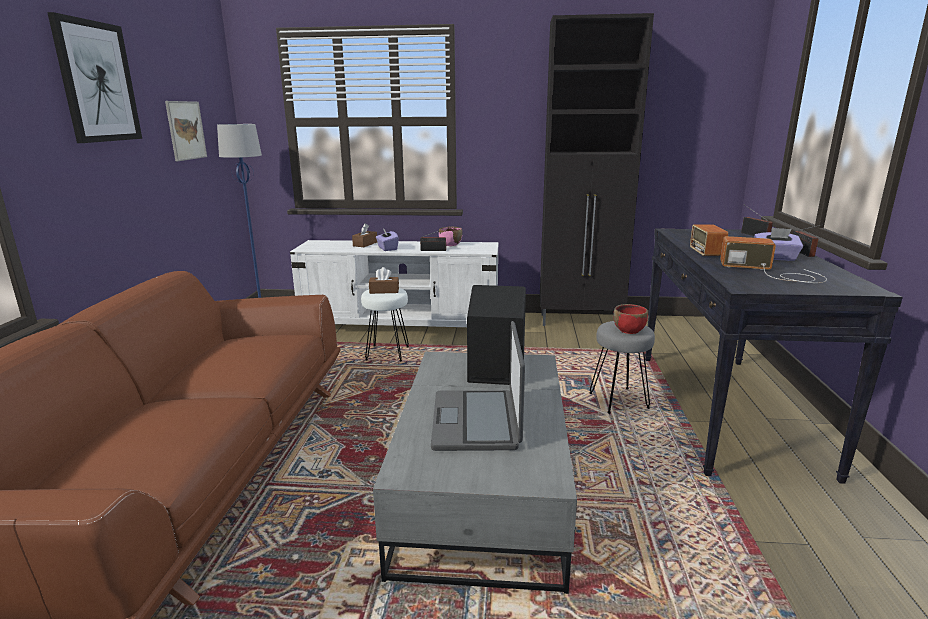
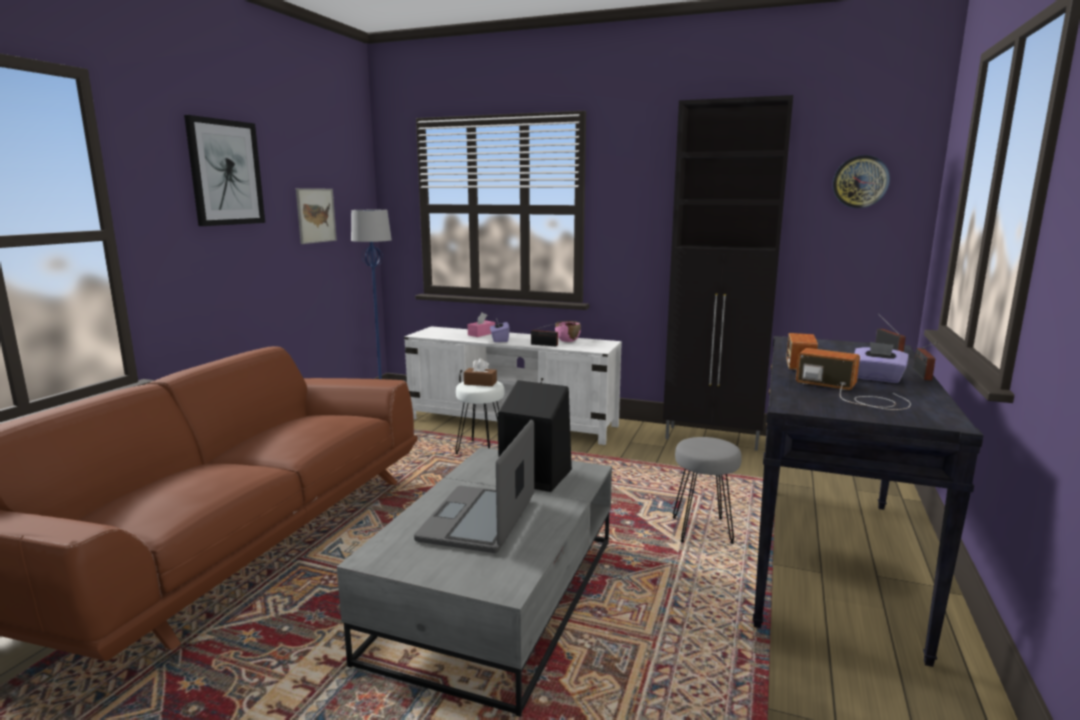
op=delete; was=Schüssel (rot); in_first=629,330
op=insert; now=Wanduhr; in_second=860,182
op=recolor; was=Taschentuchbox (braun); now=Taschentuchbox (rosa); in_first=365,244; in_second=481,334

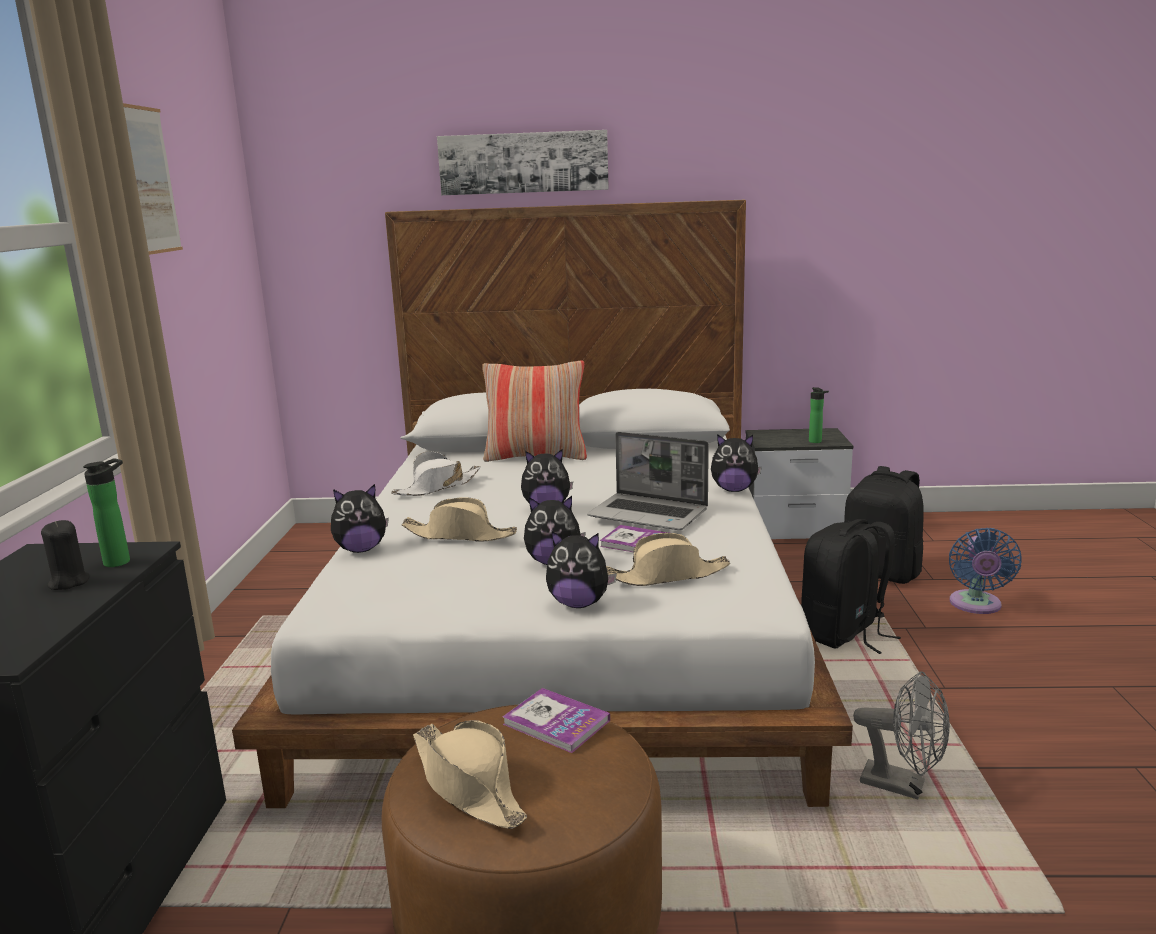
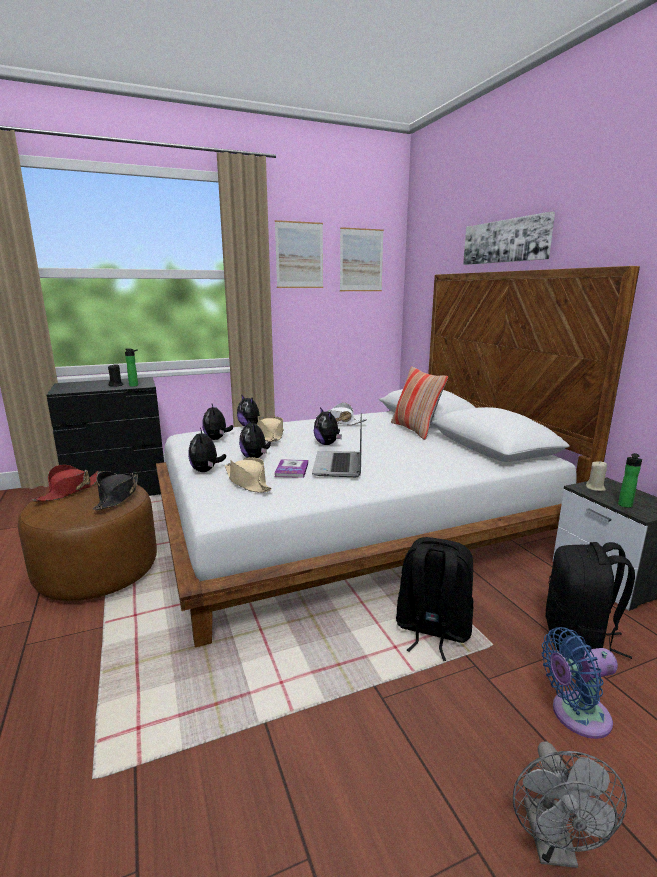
op=insert; now=Bild; in_second=361,260
op=insert; now=Kerze (beige); in_second=595,488
op=move; was=Plüschtier; in_first=734,490; in_second=217,439
op=move; was=Ventilator (grau); in_first=903,786; in_second=553,846
op=replace; was=Buch; now=Hut (schwarz); in_first=556,722; in_second=117,496
op=recolor; was=Hut (beige); now=Hut (rot); in_first=468,785; in_second=70,491

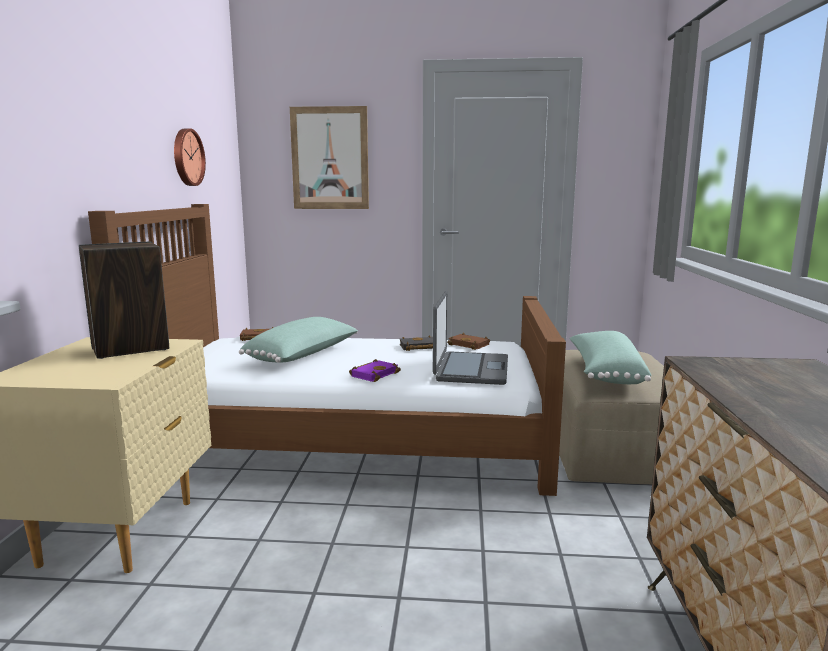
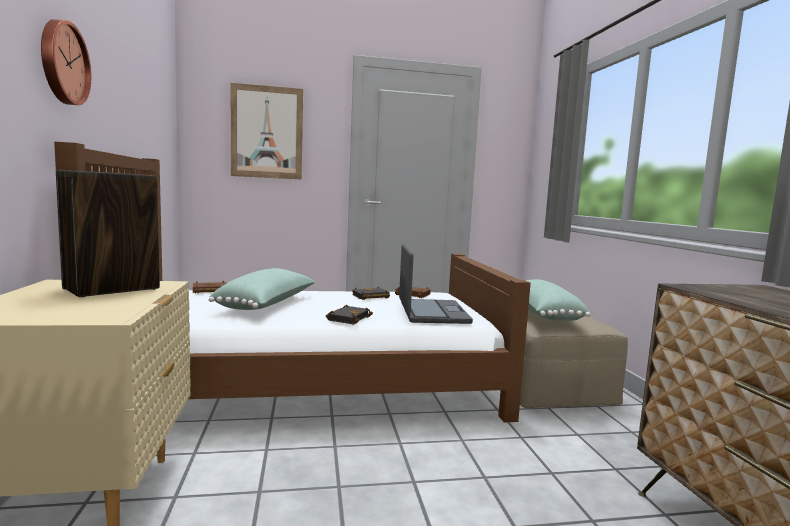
op=move; was=Wanduhr; in_first=187,157; in_second=62,63
op=recolor; was=Buch (lila); now=Buch (schwarz); in_first=374,374; in_second=348,318

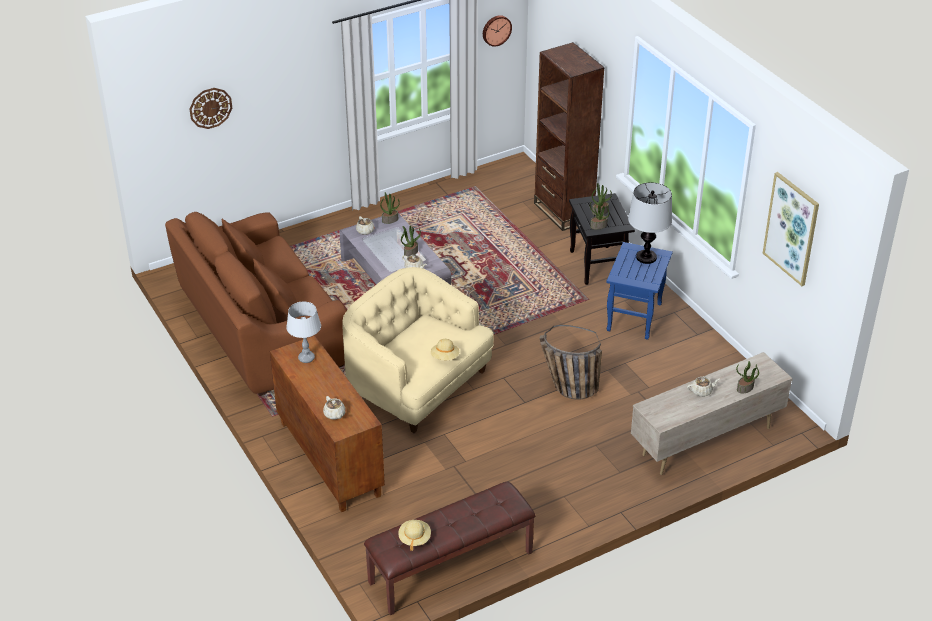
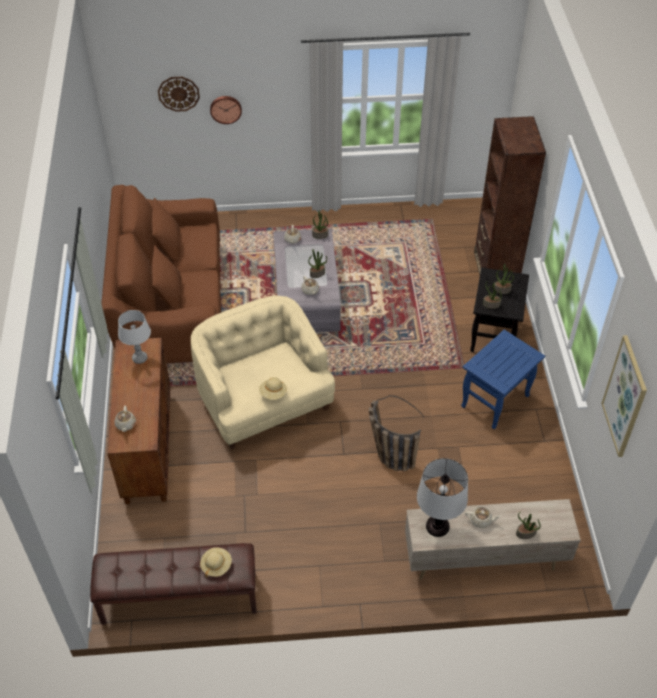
op=move; was=Hut (beige); in_first=414,538; in_second=216,565
op=move; was=Wanduhr; in_first=496,30; in_second=225,109
op=move; was=Tischlampe; in_first=646,257; in_second=437,526

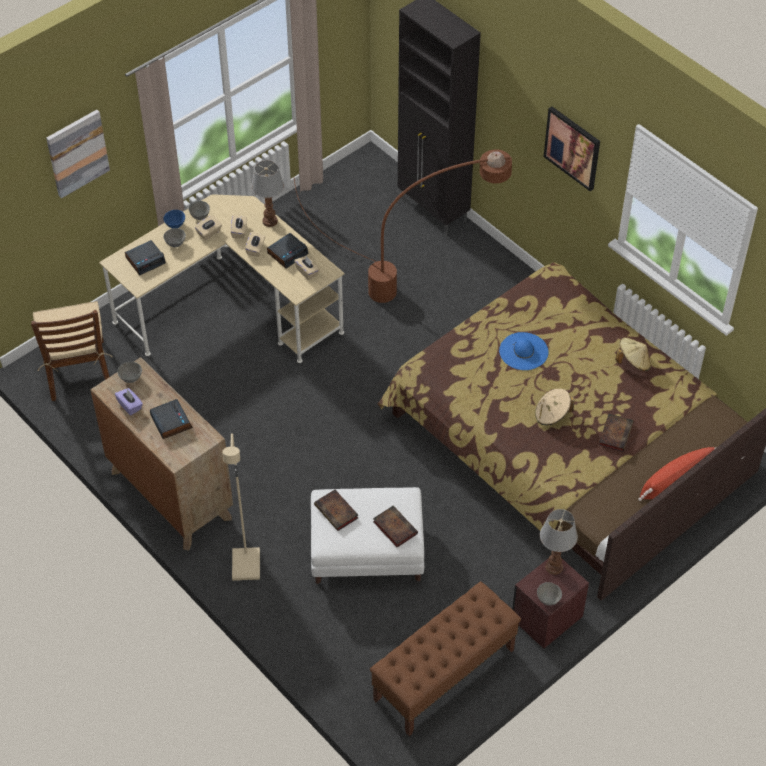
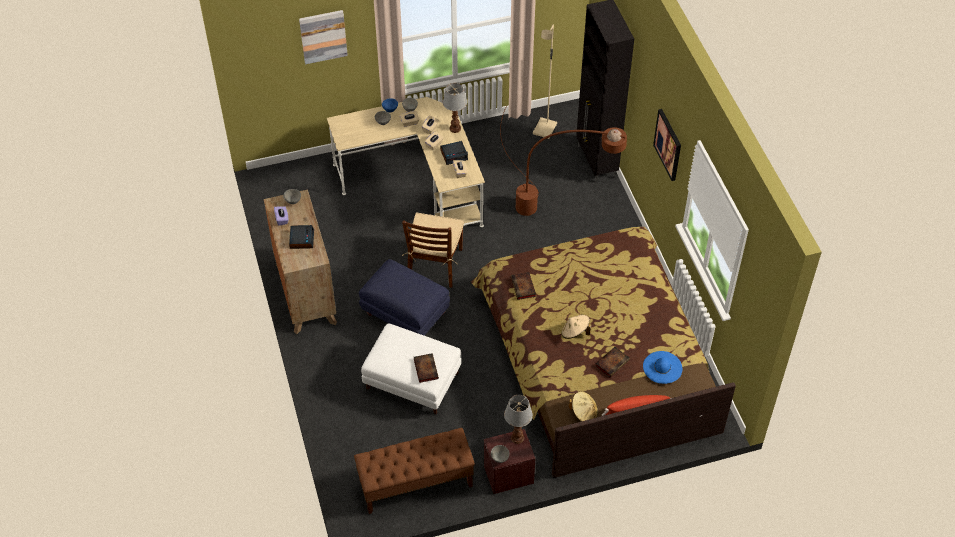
op=delete; was=Wecker; in_first=146,260
op=insert; now=Polsterhocker (blau); in_second=404,314
op=move; was=Stuhl (braun); in_first=78,371; in_second=435,265
op=move; was=Stehlampe (beige); in_first=247,566; in_second=545,129
op=move; was=Buch; in_first=337,512; in_second=523,287
op=move; was=Hut (blau); in_first=523,351; in_second=662,367
op=move; was=Hut (beige); in_first=633,362; in_second=583,413

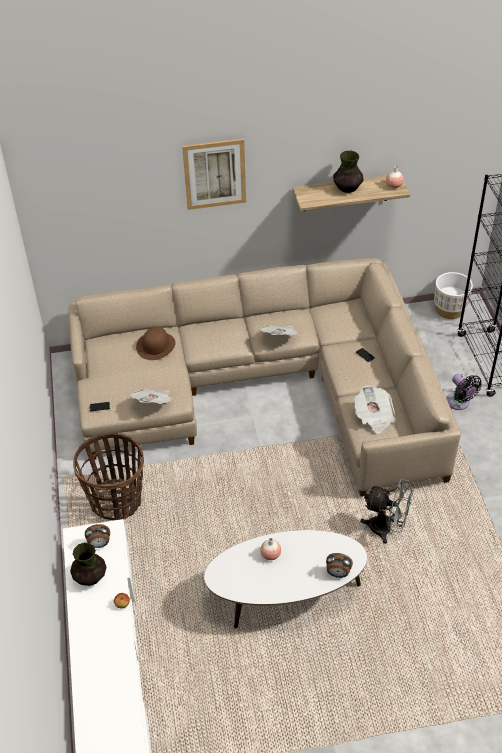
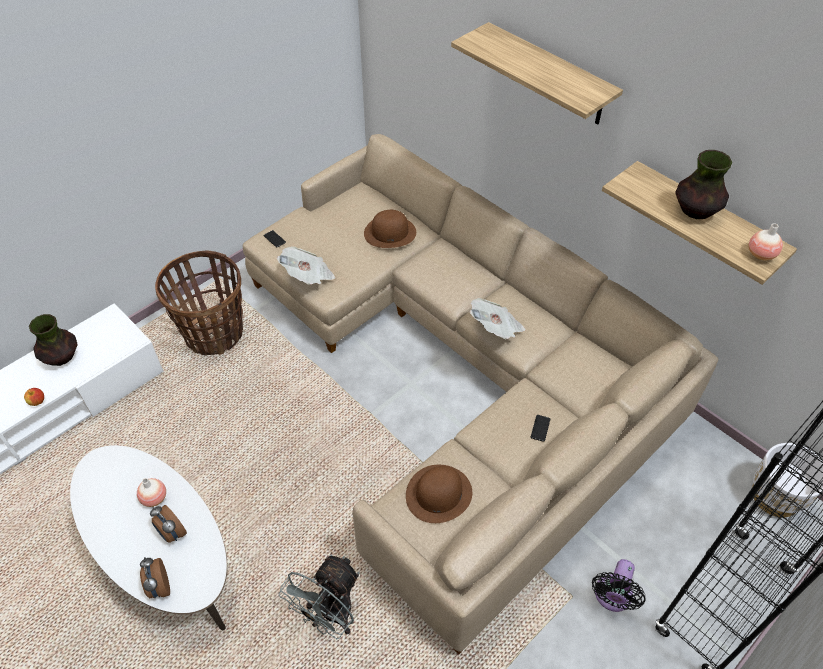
op=move; was=Wecker; in_first=99,544; in_second=172,533
op=replace; was=Bild; now=Wandregal; in_first=214,174; in_second=549,75
op=replace; was=Zeitung; now=Hut (braun); in_first=374,417; in_second=438,494
op=rotate; was=Ventilator (grau); in_first=386,529; in_second=330,616; clockwise=45

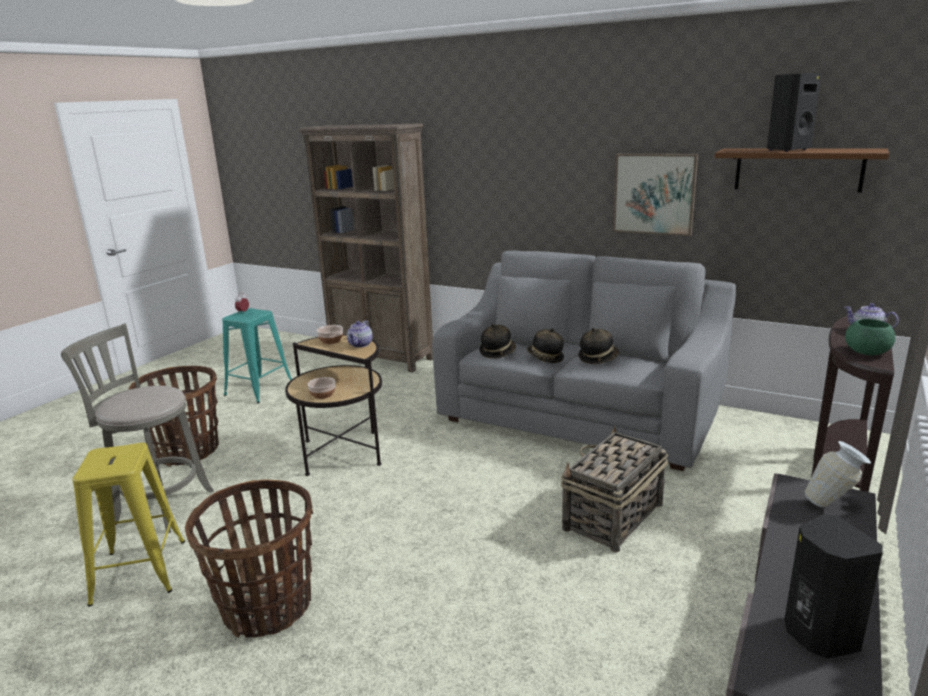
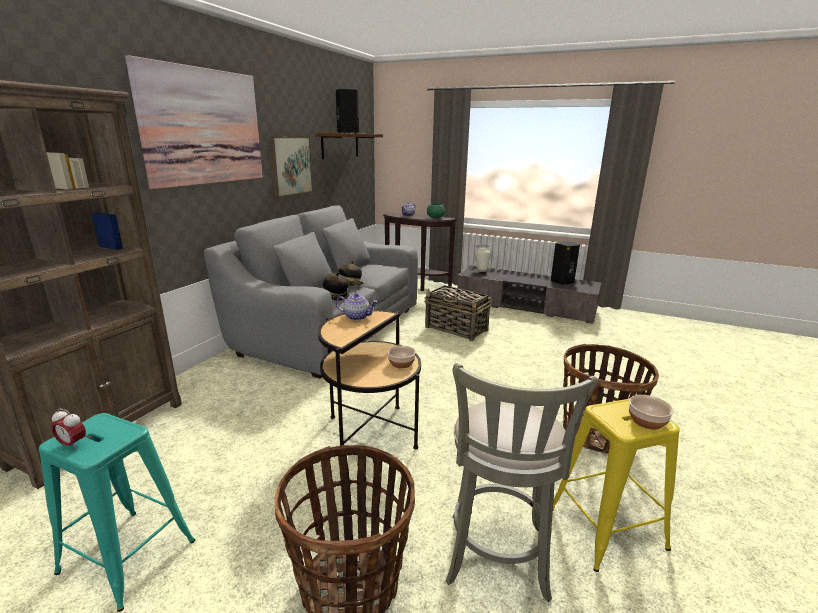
op=delete; was=Hut; in_first=598,358
op=insert; now=Bild; in_second=203,127
op=move; was=Schüssel; in_first=331,341; in_second=646,421

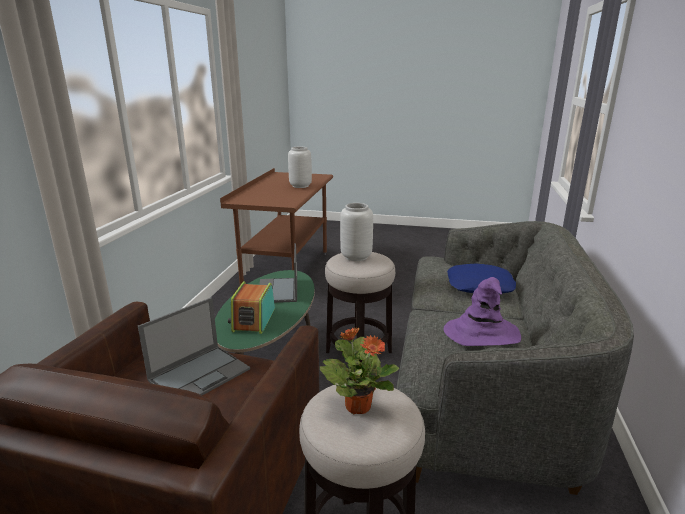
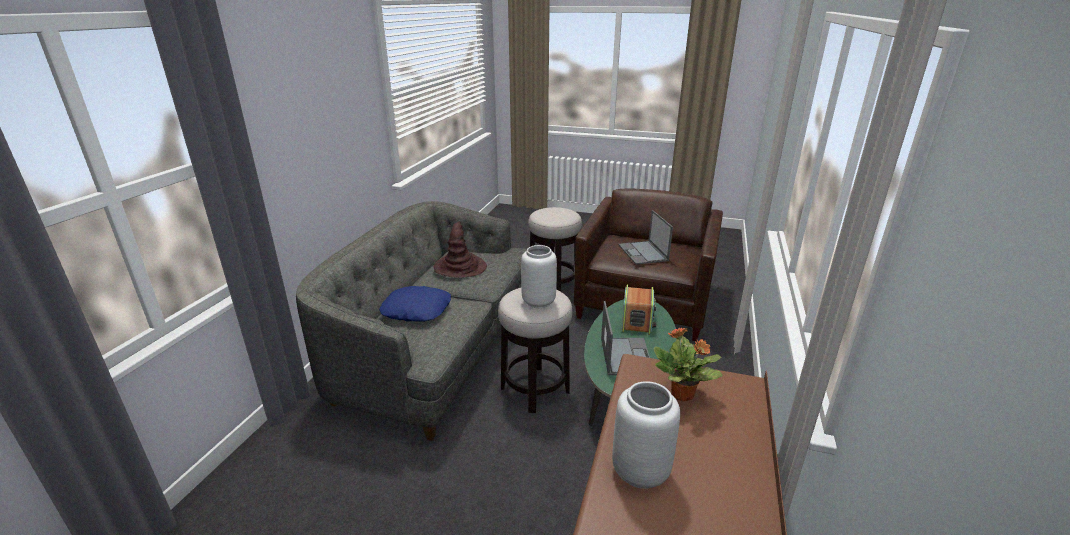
op=move; was=Topfpflanze; in_first=357,406; in_second=683,395
op=recolor; was=Hut (lila); now=Hut (braun); in_first=481,333; in_second=460,267
op=rotate; was=Laptop; in_first=200,374; in_second=643,253; clockwise=-60

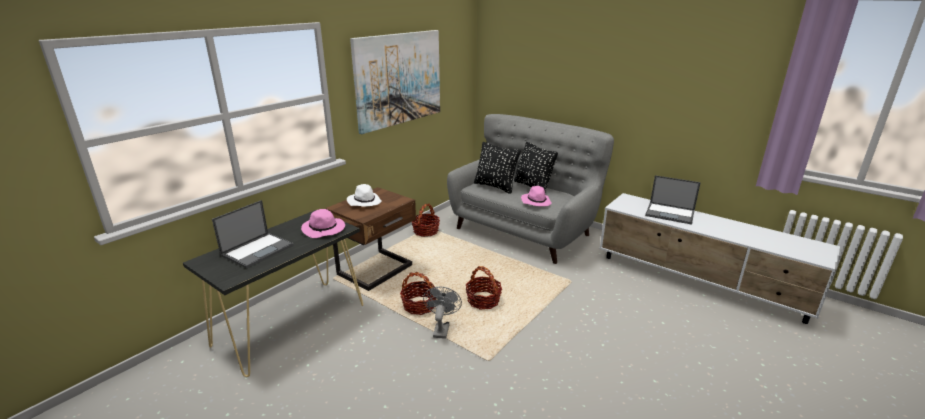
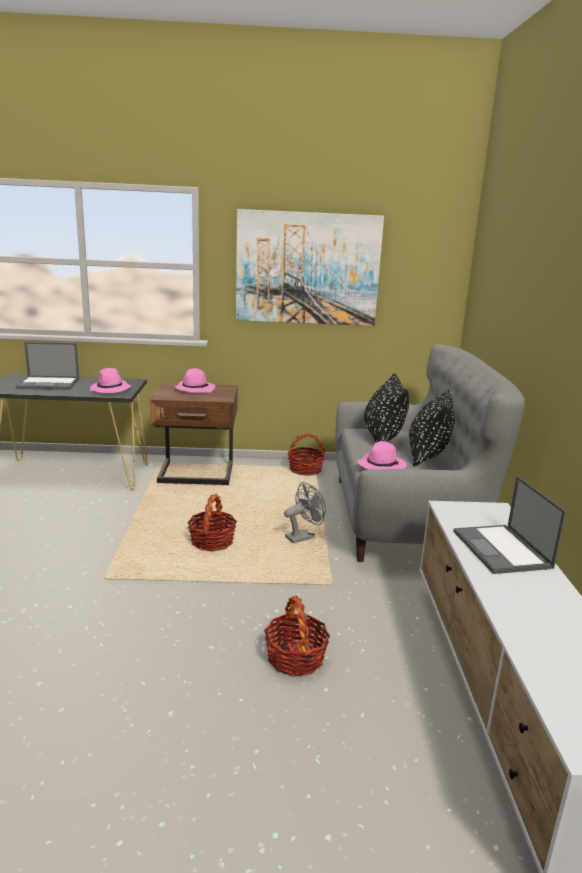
op=move; was=Korb; in_first=419,306; in_second=295,658
op=move; was=Ventilator (grau); in_first=441,328; in_second=303,536
op=recolor; was=Hut (weiß); now=Hut (rosa); in_first=364,202; in_second=194,389

